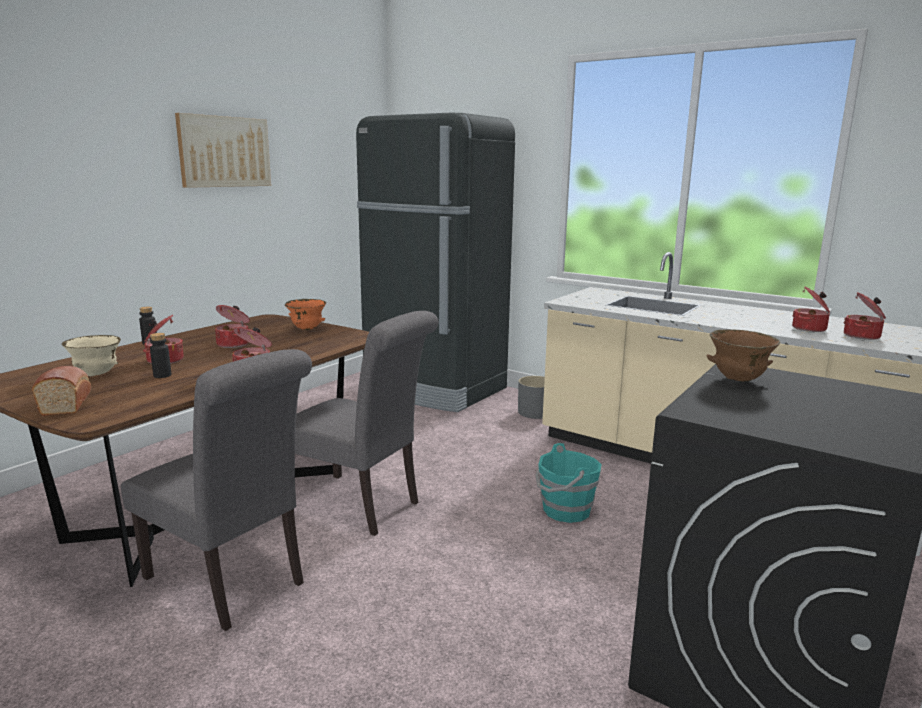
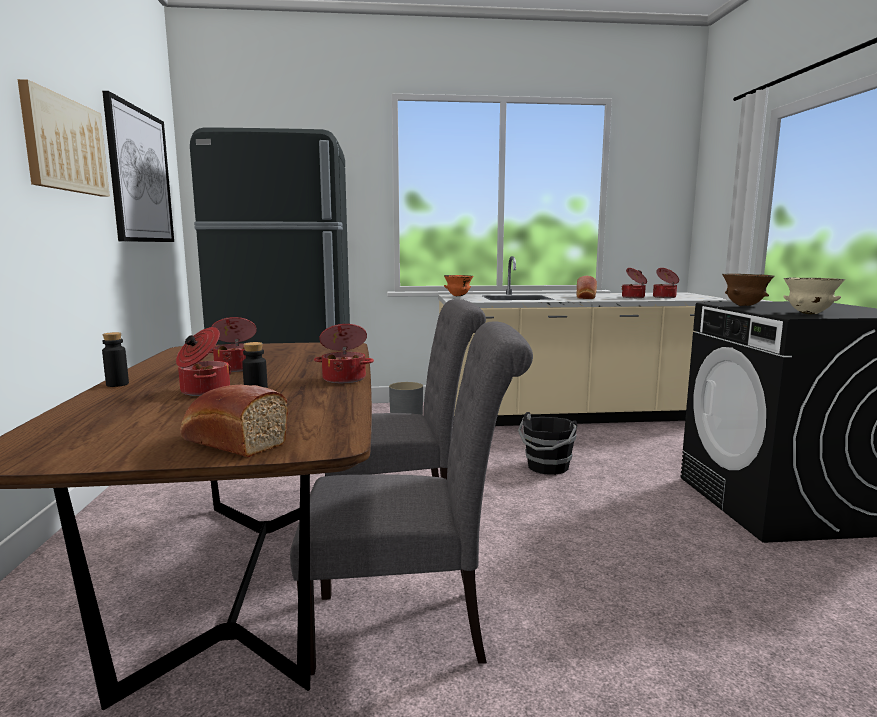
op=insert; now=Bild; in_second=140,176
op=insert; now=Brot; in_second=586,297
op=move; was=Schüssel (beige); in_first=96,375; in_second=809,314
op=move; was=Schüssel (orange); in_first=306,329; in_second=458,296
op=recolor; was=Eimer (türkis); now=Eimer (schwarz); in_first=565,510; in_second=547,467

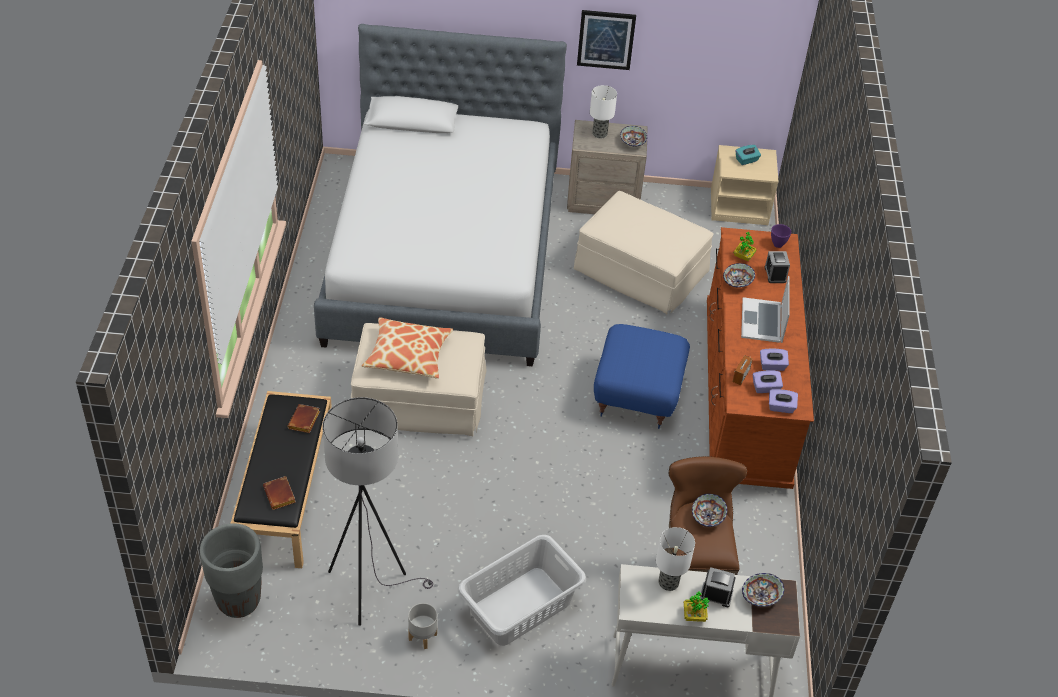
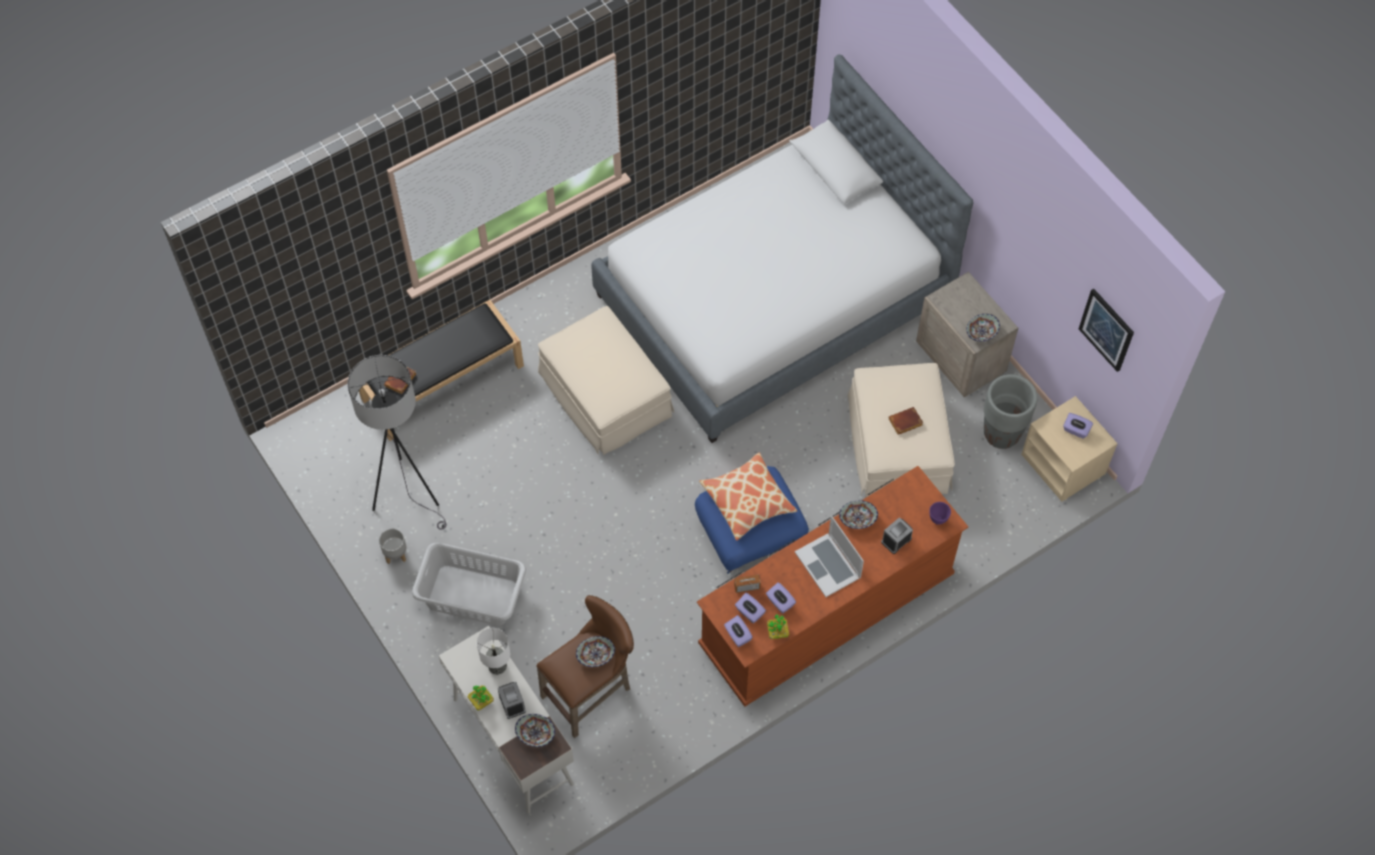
op=delete; was=Tischlampe; in_first=600,134
op=move; was=Pflanzkübel (grau); in_first=239,601; in_second=1001,434
op=move; was=Buch (braun); in_first=304,421; in_second=905,423
op=move; was=Kissen; in_first=408,355; in_second=747,501
op=move; was=Bild; in_first=606,39; in_second=1106,329
op=move; was=Topfpflanze; in_first=743,256; in_second=777,632
op=recolor; was=Taschentuchbox (türkis); now=Taschentuchbox (lila); in_first=746,160; in_second=1076,430
op=rotate; was=Laptop; in_first=762,320; in_second=828,564; clockwise=-90

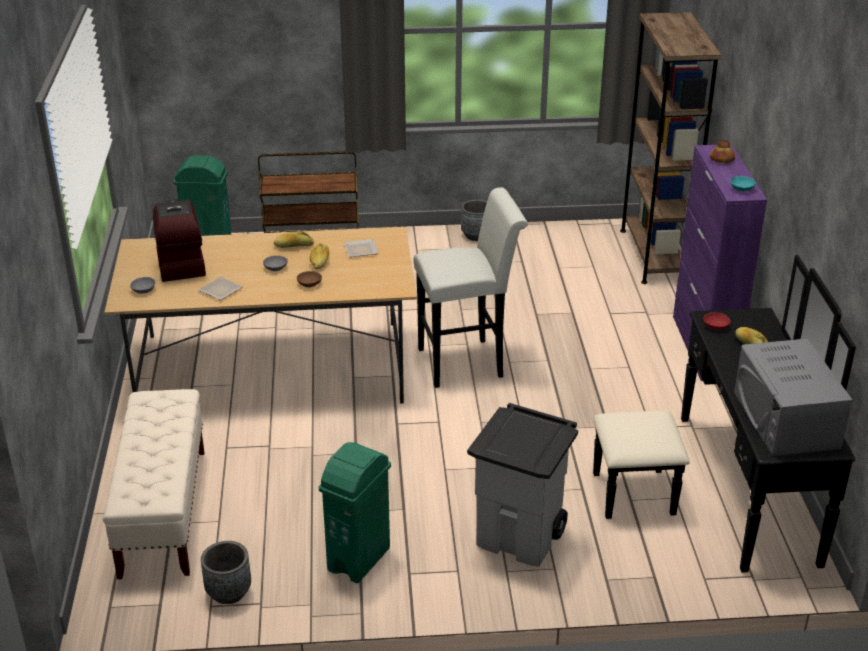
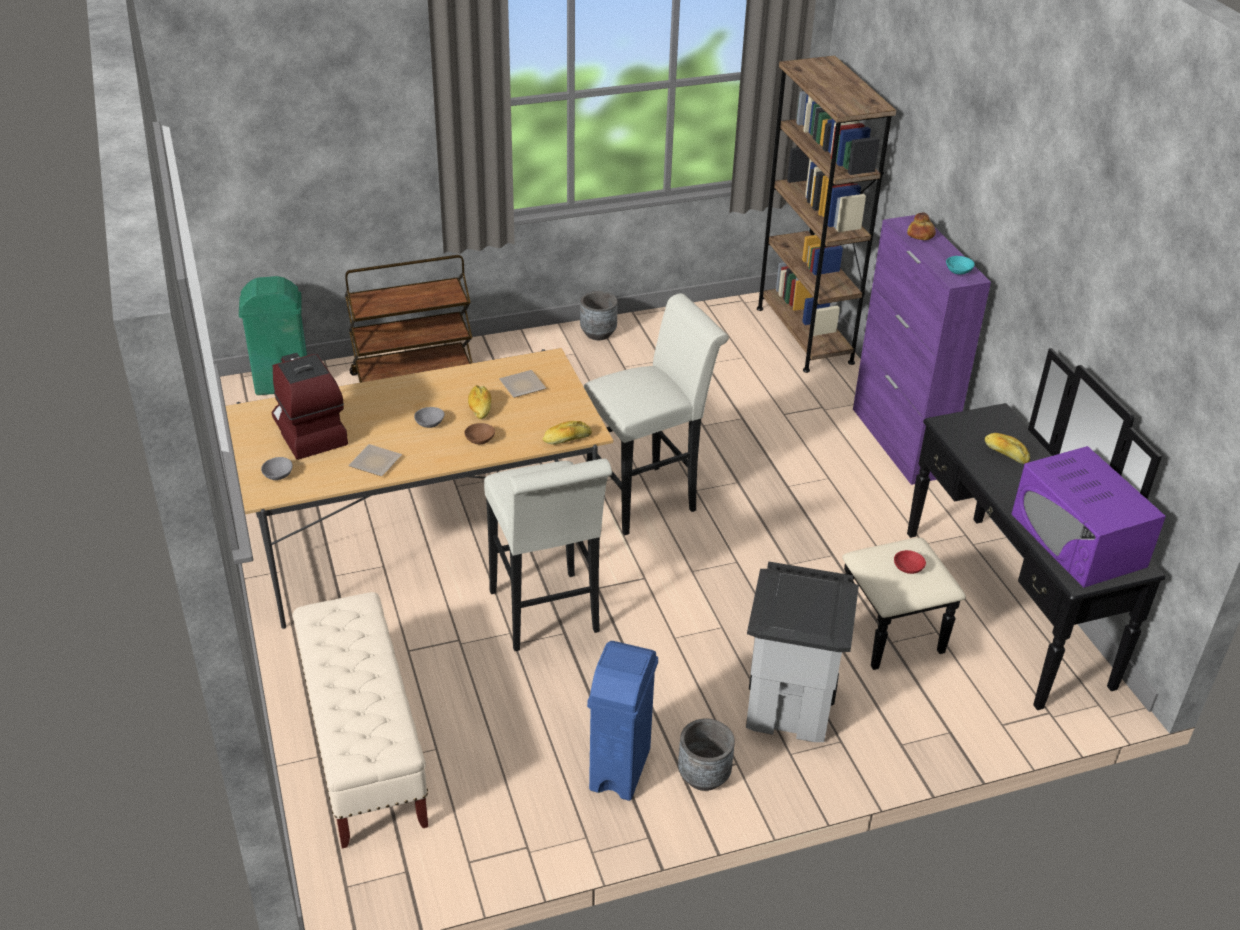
op=insert; now=Hocker (weiß); in_second=546,617
op=move; was=Pflanzkübel (grau); in_first=229,592; in_second=704,776
op=move; was=Brot; in_first=294,246; in_second=567,439
op=move; was=Schüssel (rot); in_first=715,326; in_second=907,568
op=recolor; was=Mülleimer (grün); now=Mülleimer (blau); in_first=359,559; in_second=620,768
op=recolor; was=Mikrowelle (grau); now=Mikrowelle (lila); in_first=786,419; in_second=1078,540

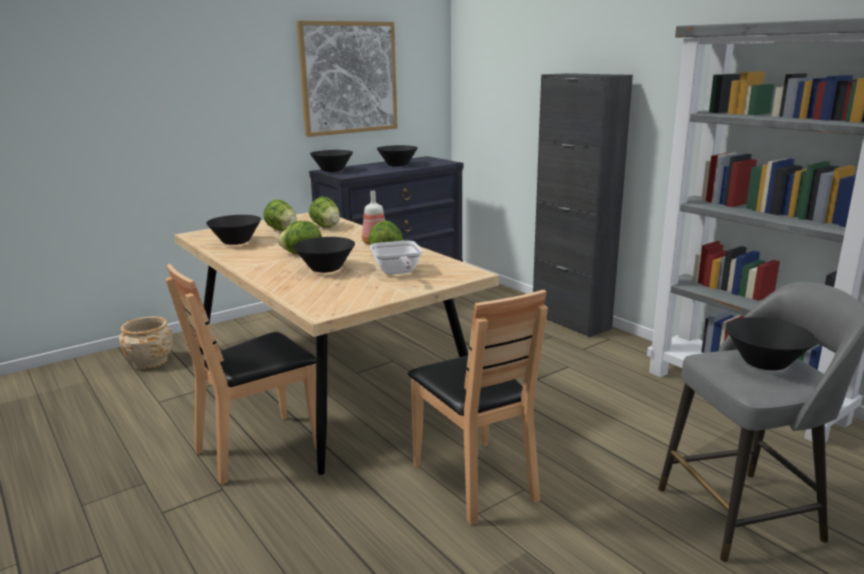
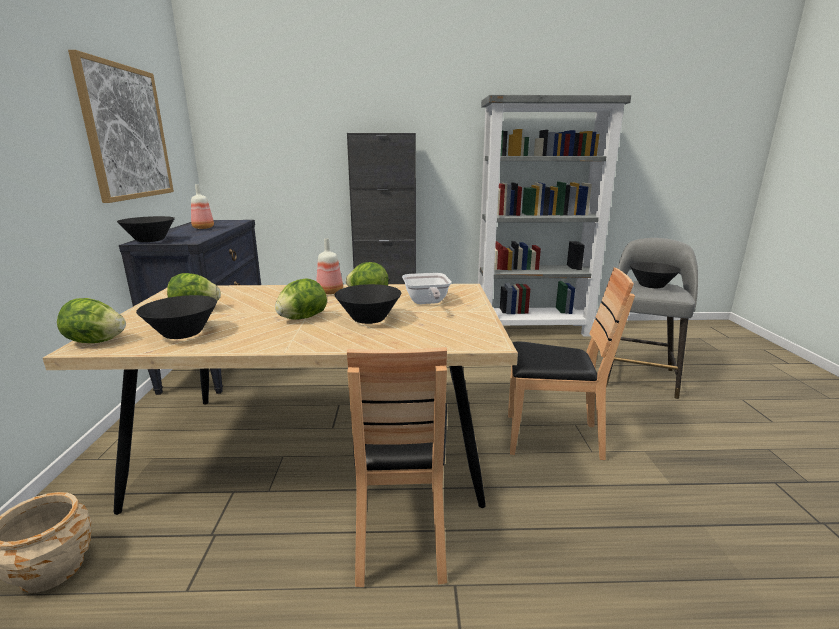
op=move; was=Salatkopf; in_first=326,227; in_second=96,342
op=replace; was=Schüssel (schwarz); now=Flasche; in_first=397,165; in_second=202,228
op=rotate; was=Pfanne; in_first=397,273; in_second=426,302; clockwise=60

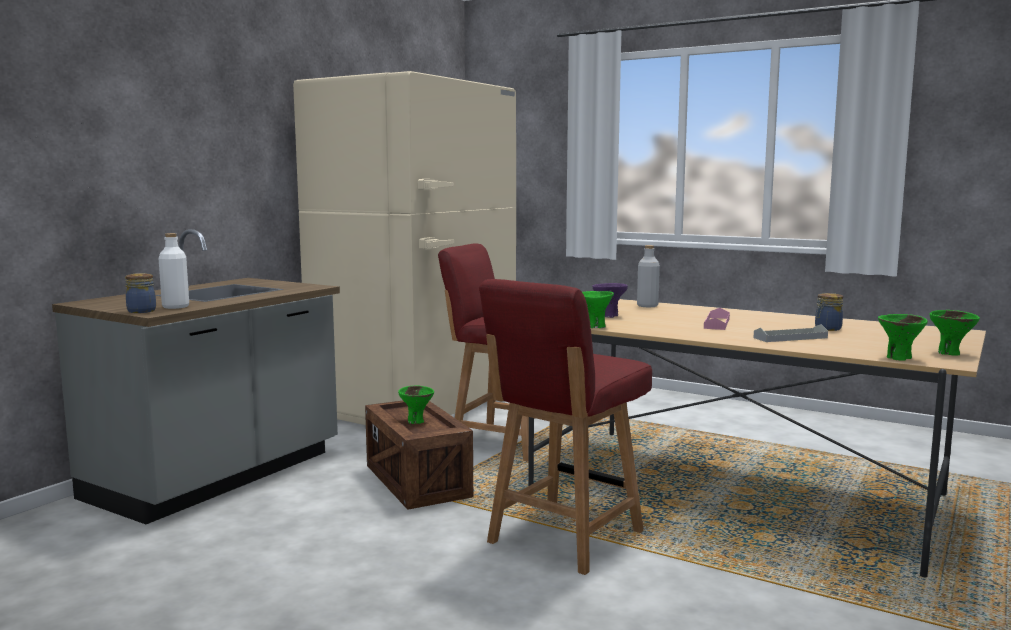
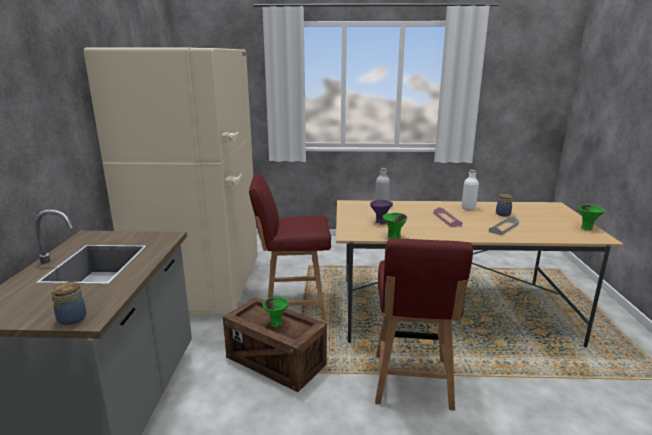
op=delete; was=Schüssel (grün); in_first=899,358
op=move; was=Flasche (weiß); in_first=175,307; in_second=468,208

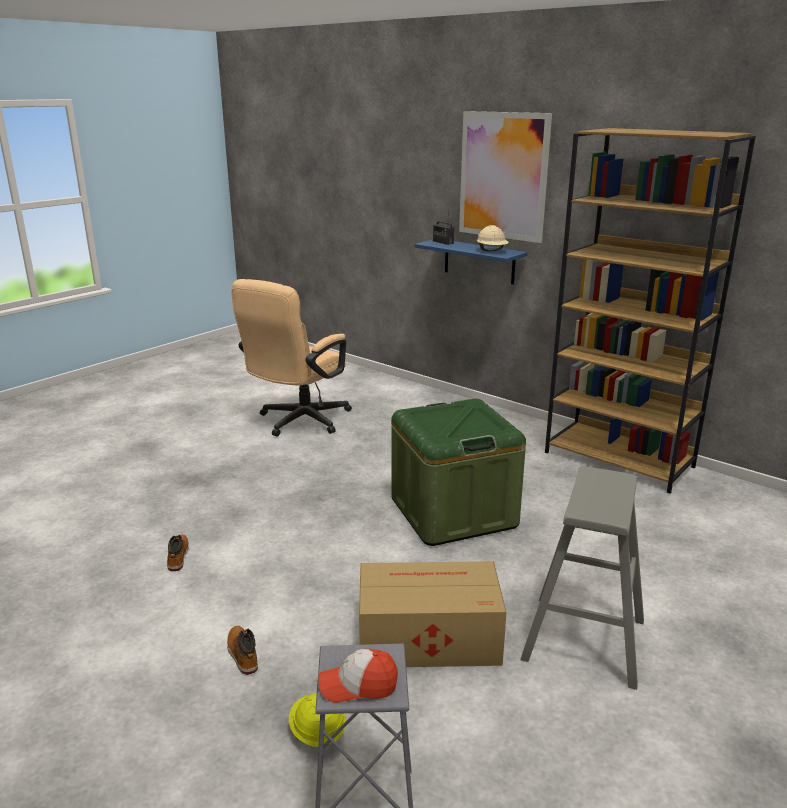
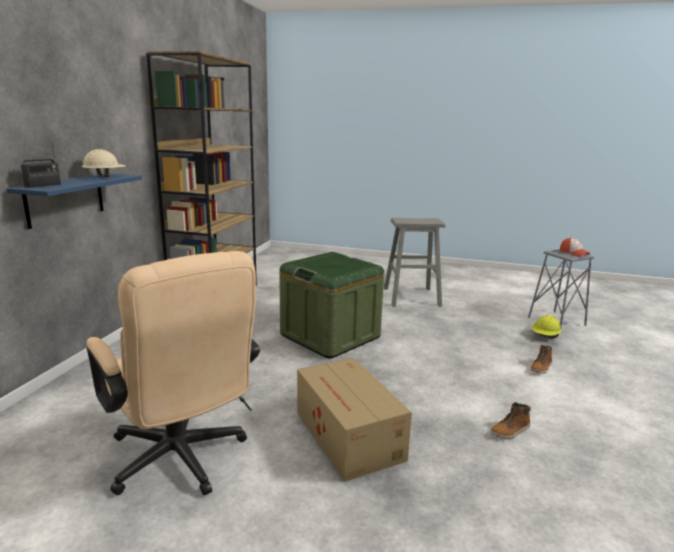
op=delete; was=Bild; in_first=503,176
op=move; was=Karton; in_first=426,637; in_second=348,436
op=rotate; was=Bürostuhl (beige); in_first=298,422; in_second=182,461; clockwise=45

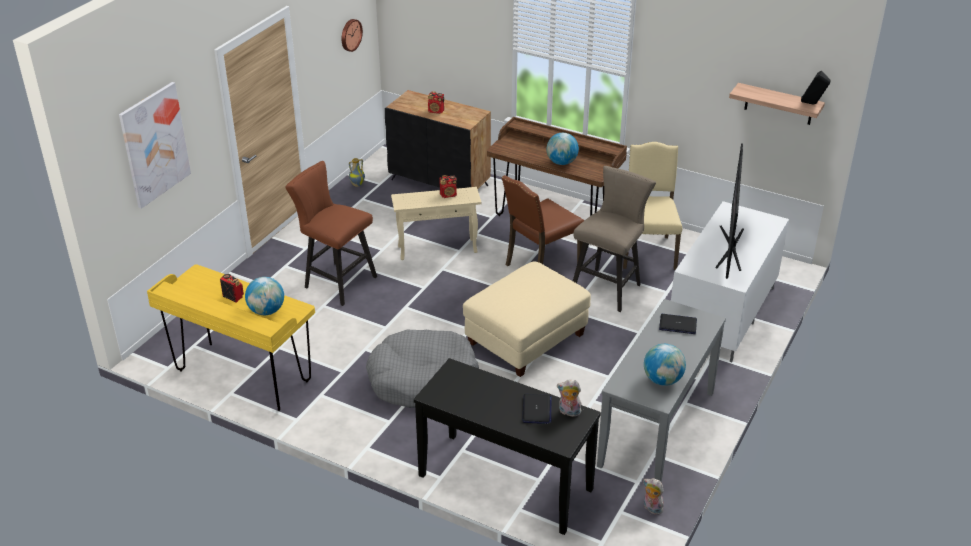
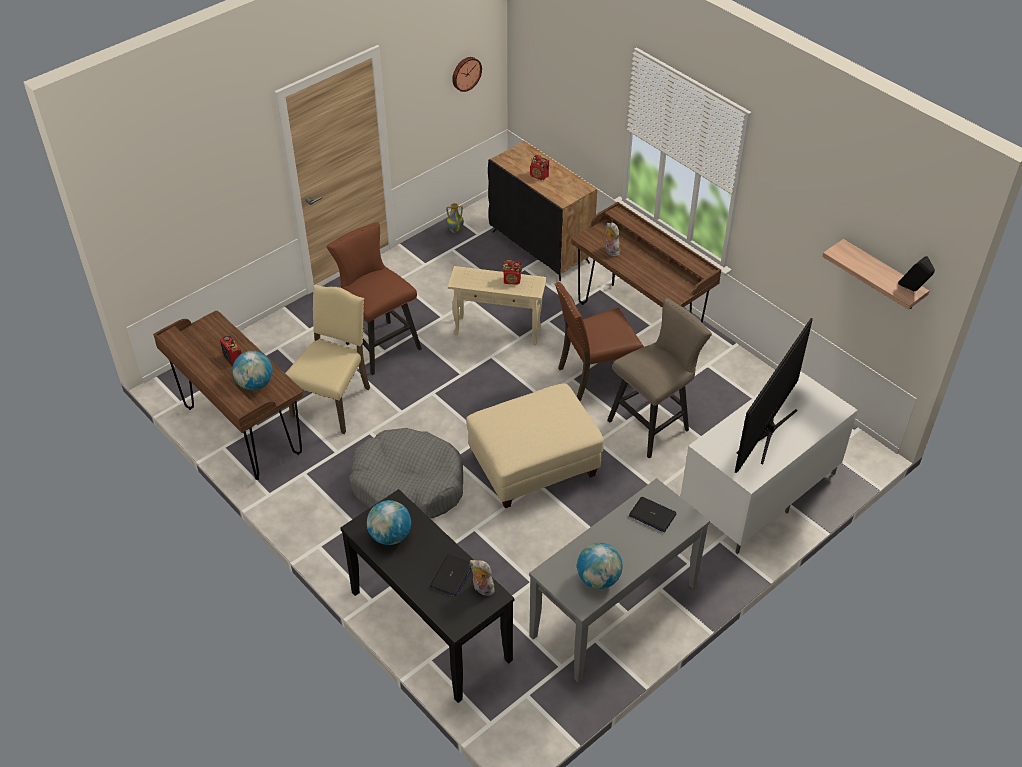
op=delete; was=Bild; in_first=154,144
op=move; was=Globus; in_first=561,162; in_second=390,536
op=move; was=Stuhl (beige); in_first=647,251; in_second=334,401
op=move; was=Plüschtier; in_first=651,508; in_second=610,251
op=recolor; was=Schreibtisch (gelb); now=Schreibtisch (braun); in_first=243,376; in_second=242,432

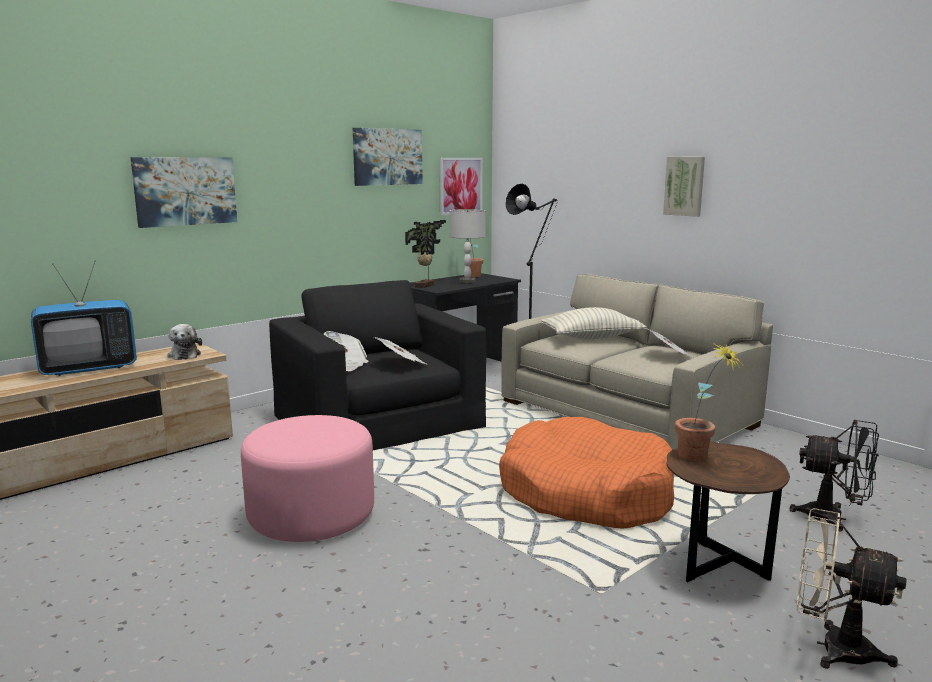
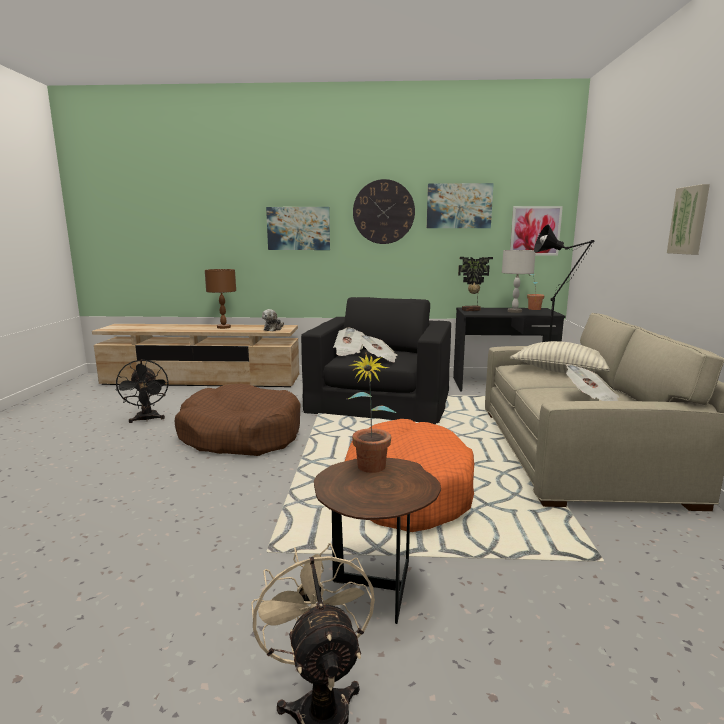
op=insert; now=Wanduhr; in_second=383,212
op=move; was=Ventilator (schwarz); in_first=834,518; in_second=147,419
op=replace; was=Fernseher; now=Tischlampe (braun); in_first=89,368; in_second=224,327
op=replace; was=Polsterhocker (rosa); now=Hundebett (braun); in_first=311,515; in_second=241,435

